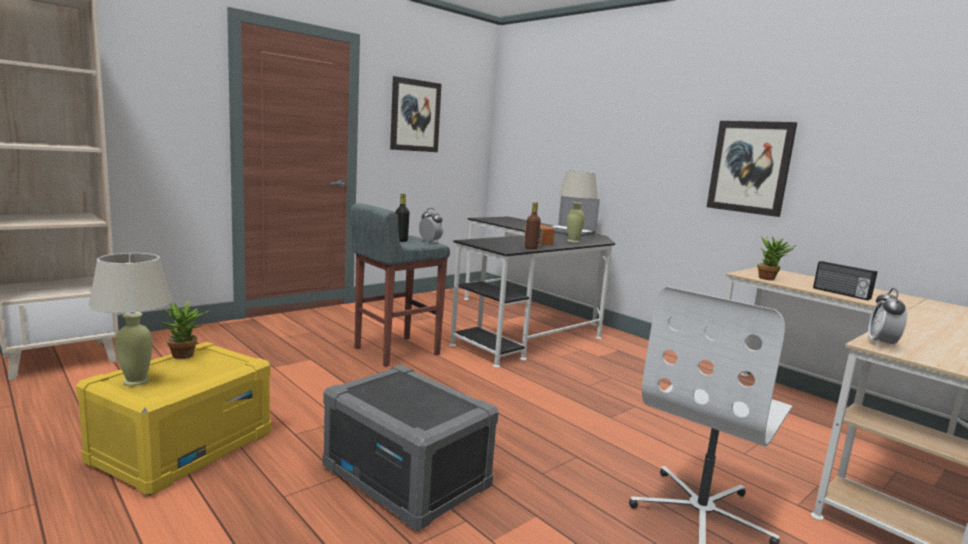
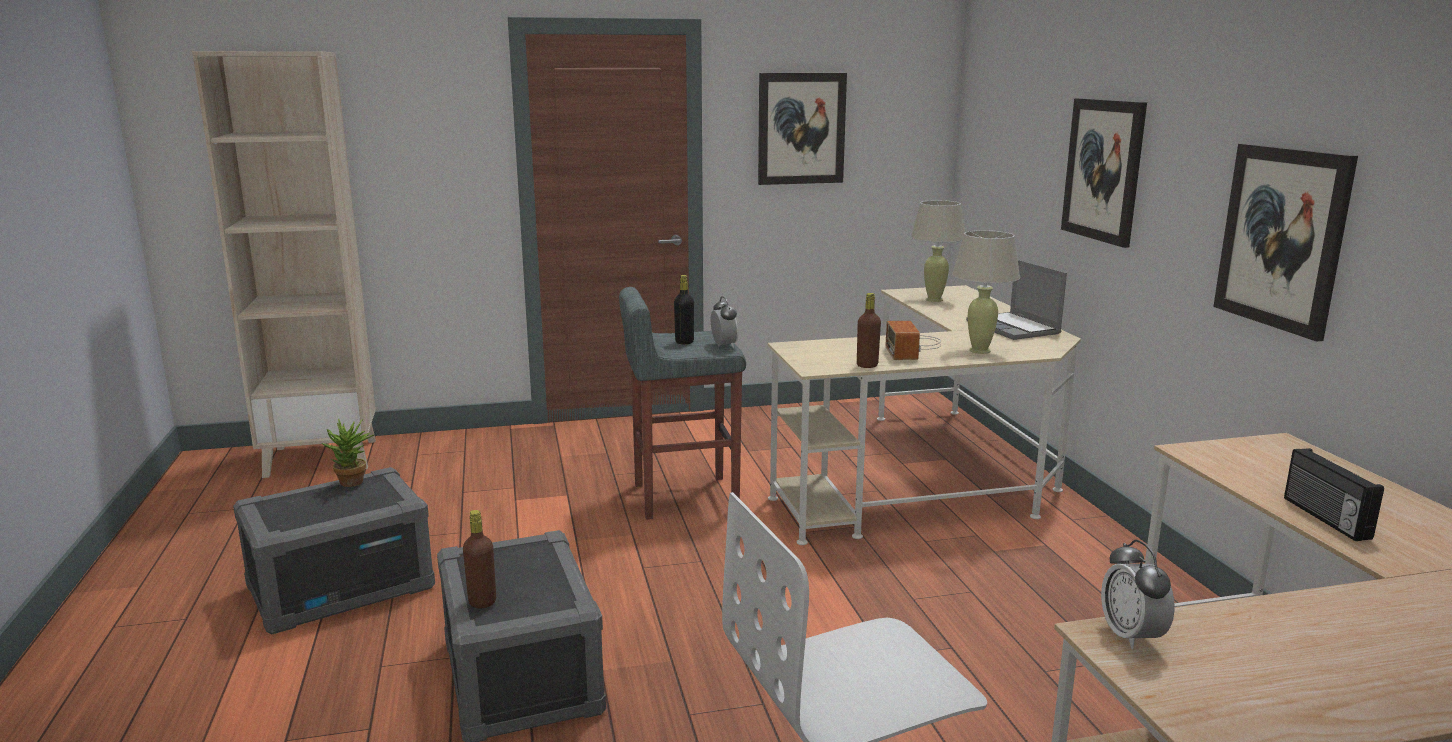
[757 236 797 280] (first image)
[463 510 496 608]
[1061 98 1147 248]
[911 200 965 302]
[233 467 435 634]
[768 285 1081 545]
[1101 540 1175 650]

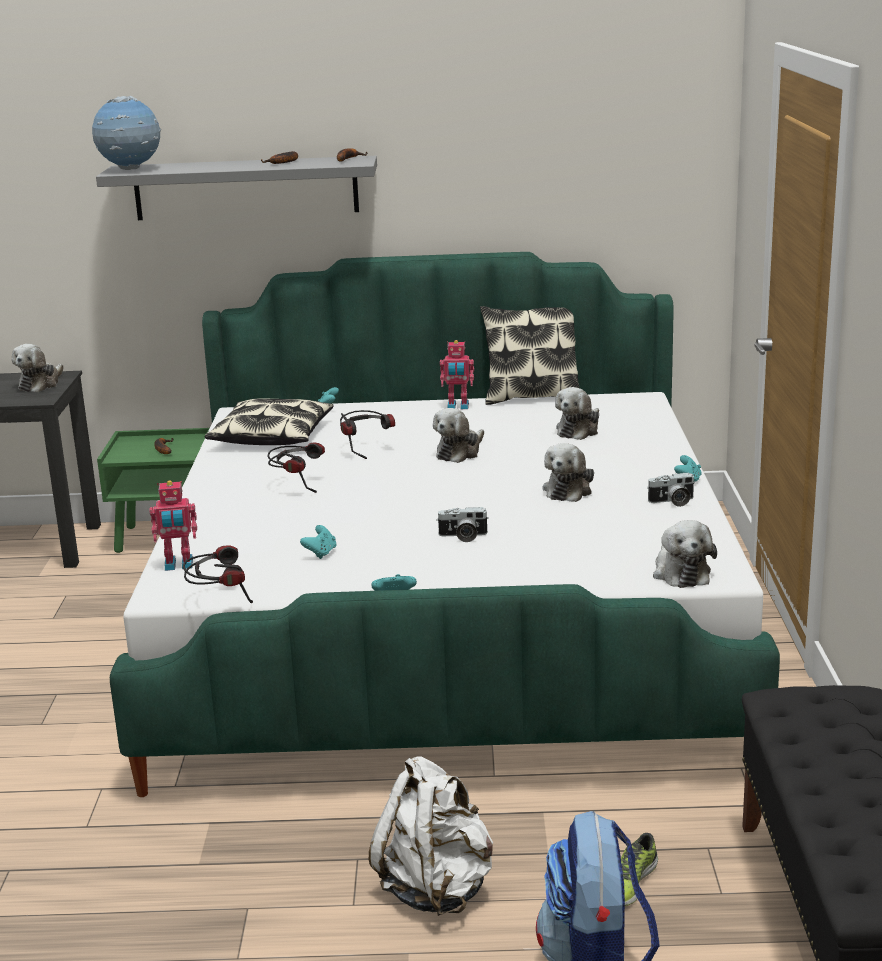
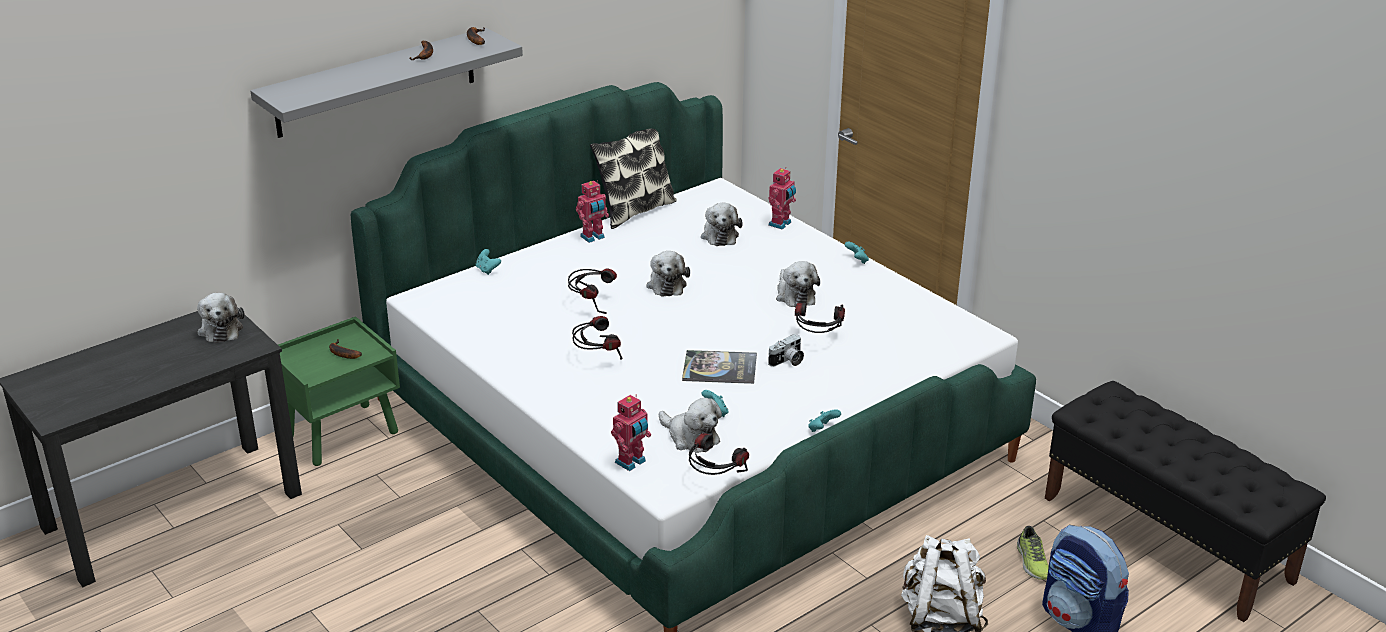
[92 96 161 170] (first image)
[205 398 334 445] (first image)
[648 472 695 507] (first image)
[682 350 757 384]
[768 167 796 230]
[795 303 845 333]
[659 398 722 453]

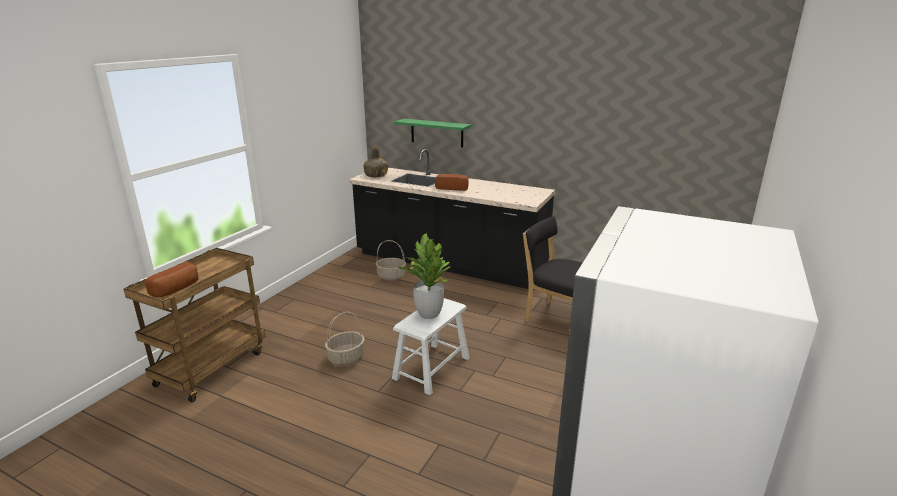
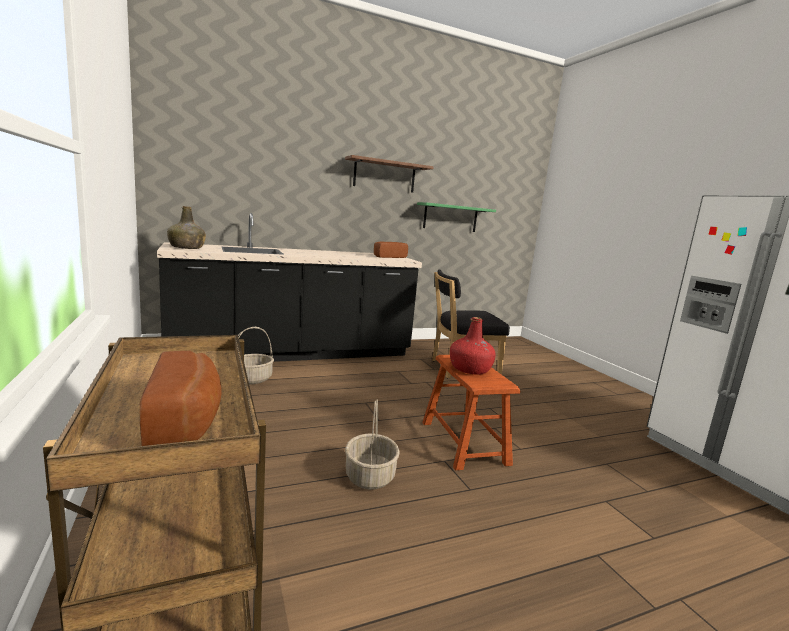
[345 155 434 193]
[417 202 496 232]
[374 242 408 258]
[450 317 496 375]
[422 355 520 470]

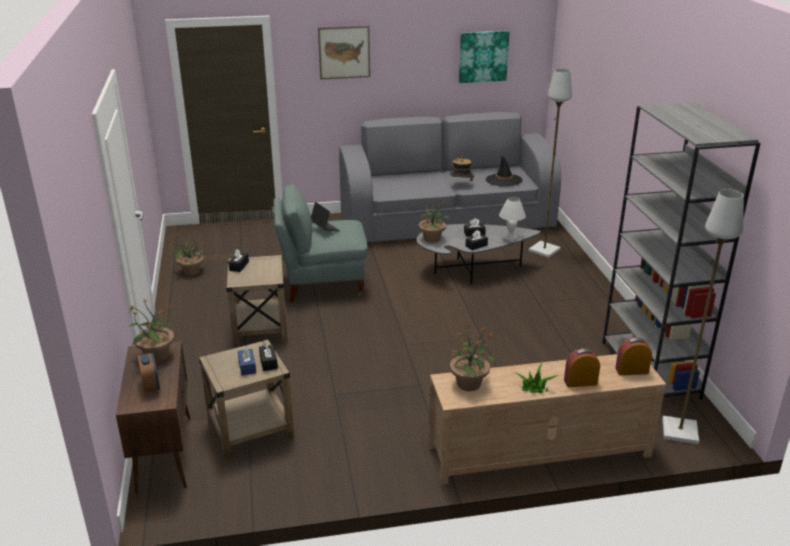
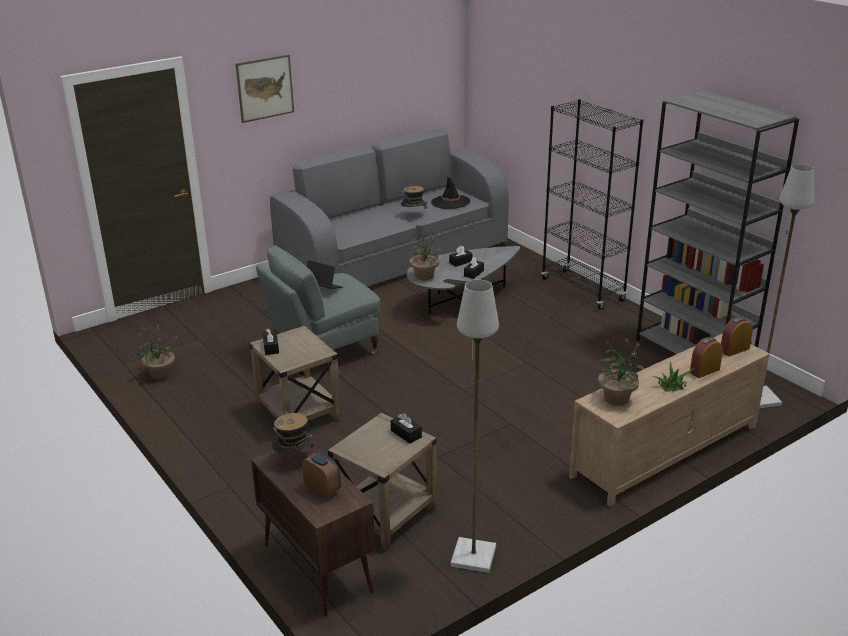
[238 346 256 375] (first image)
[459 31 510 83] (first image)
[499 197 526 242] (first image)
[541 99 643 310]
[451 280 499 573]
[271 410 315 453]

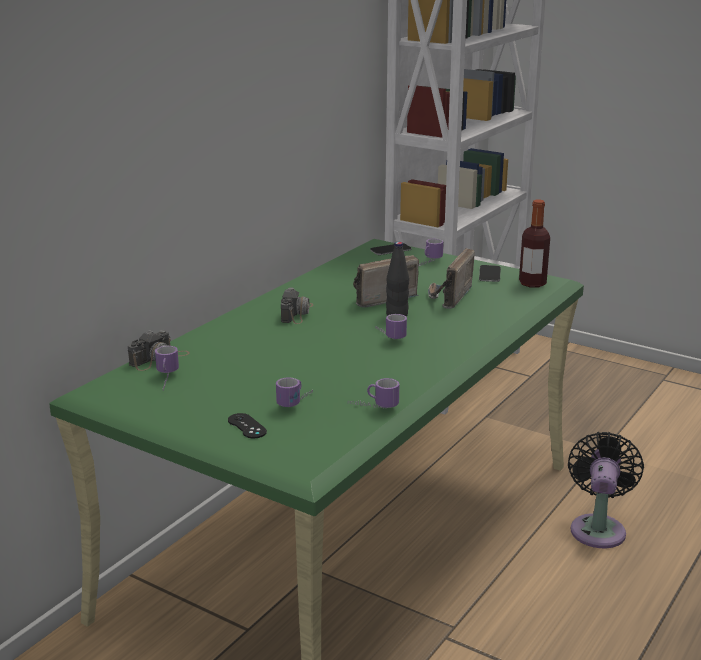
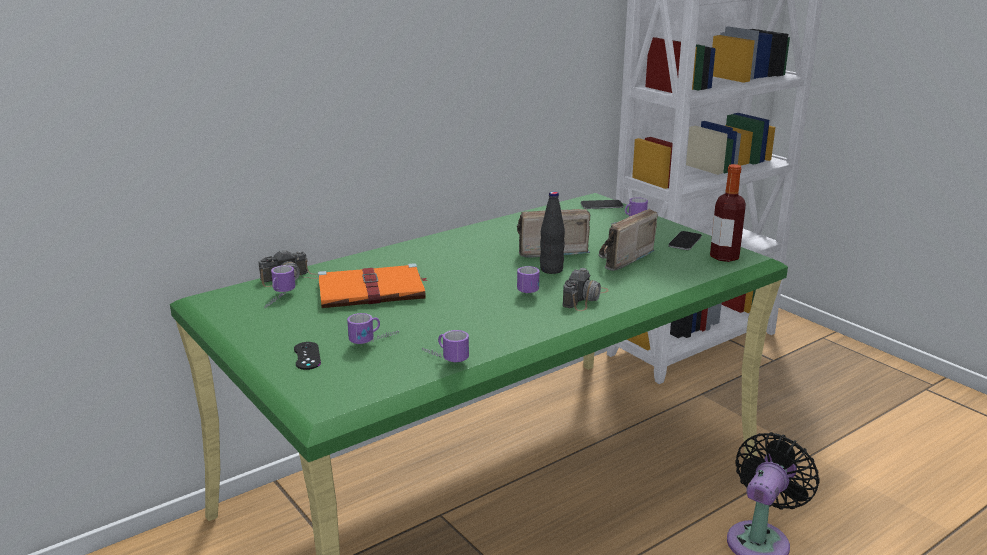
[318 263 428 308]
[563 268 609 311]

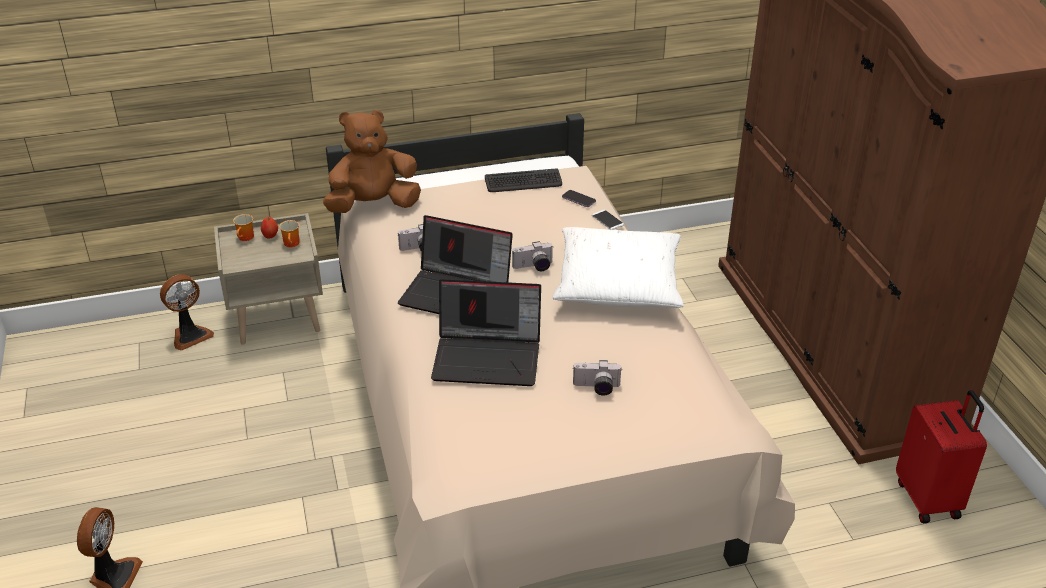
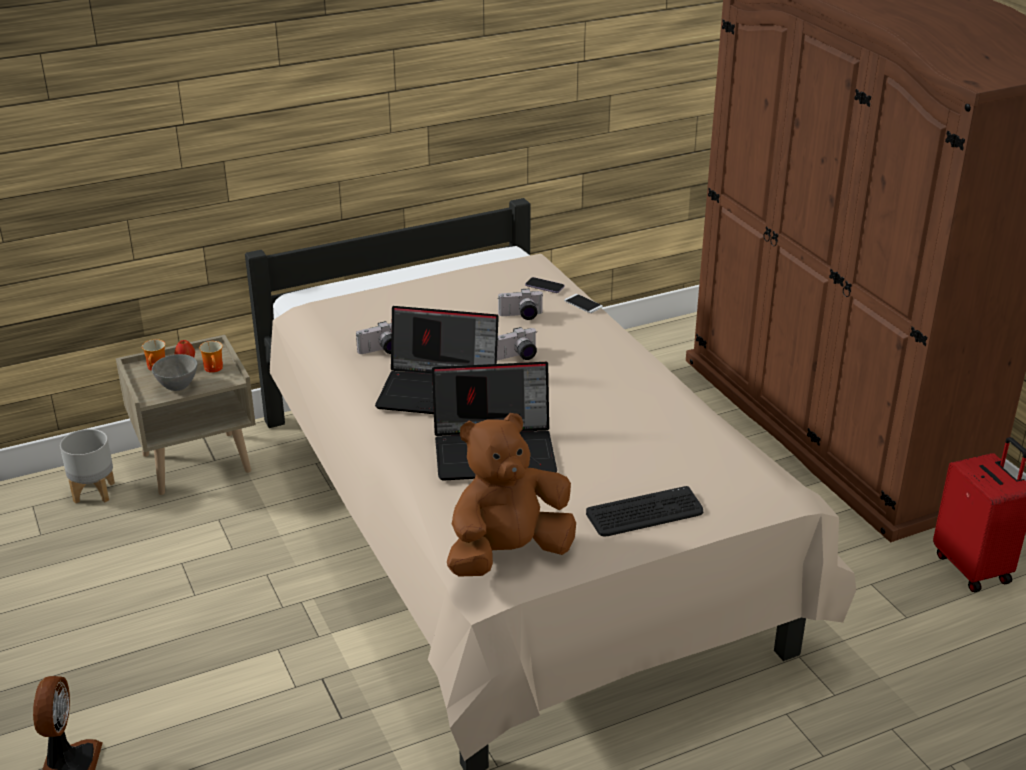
[552 227 684 308] (first image)
[152 354 198 391]
[447 413 576 577]
[586 486 703 537]
[498 289 543 320]
[60 429 115 504]

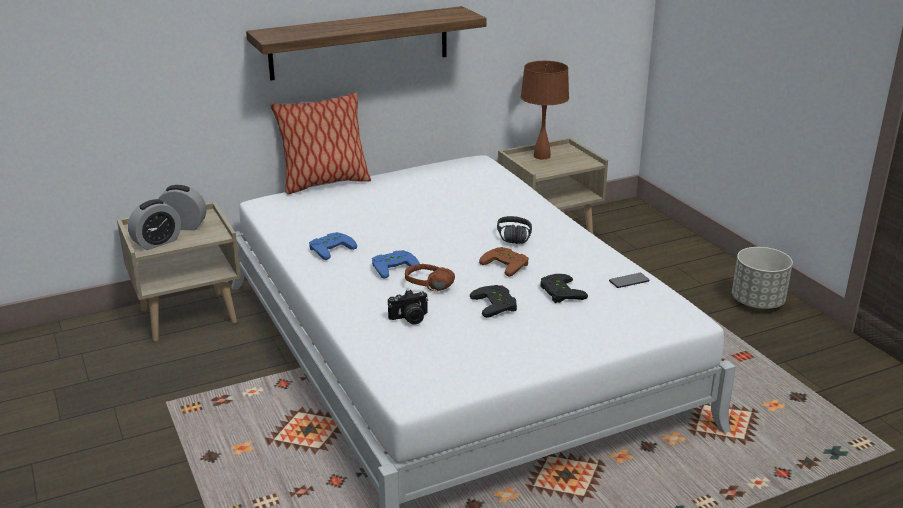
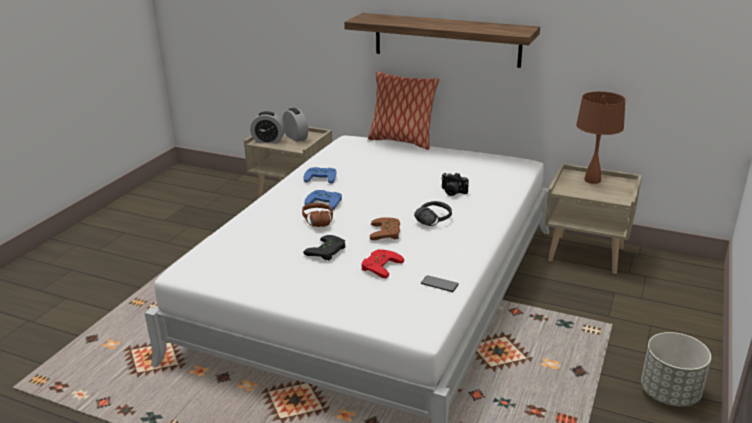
[441 173 469 196]
[362 249 404 278]

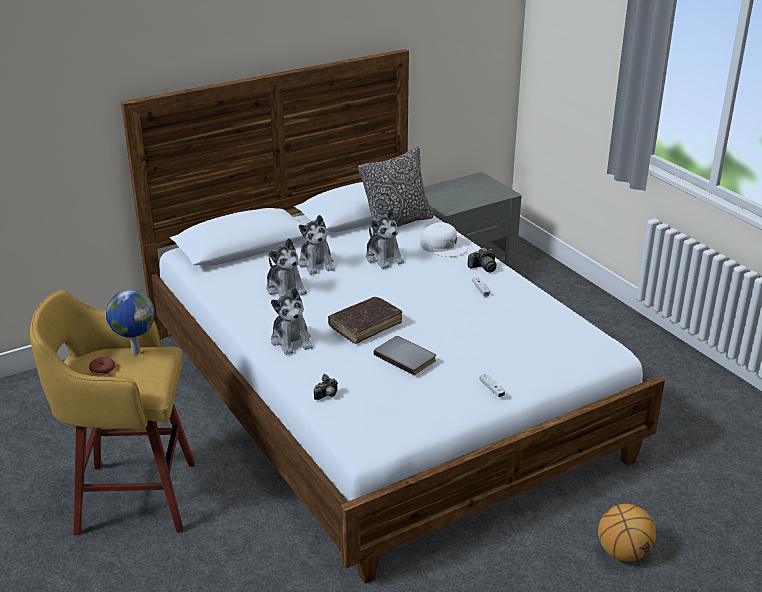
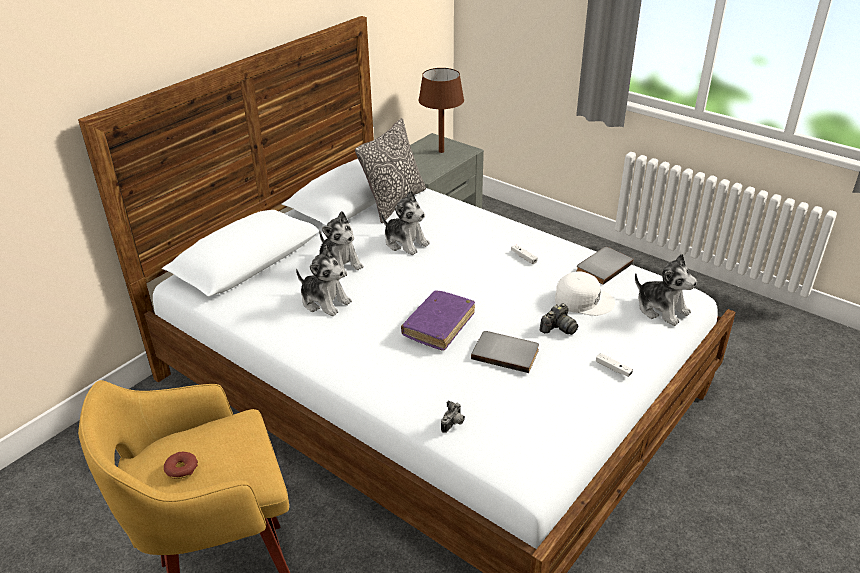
[106 290 155 354] (first image)
[598 504 656 562] (first image)
[418 68 464 153]
[576 247 634 285]
[635 254 697 326]
[555 271 615 316]
[540 303 578 335]
[401 290 475 351]

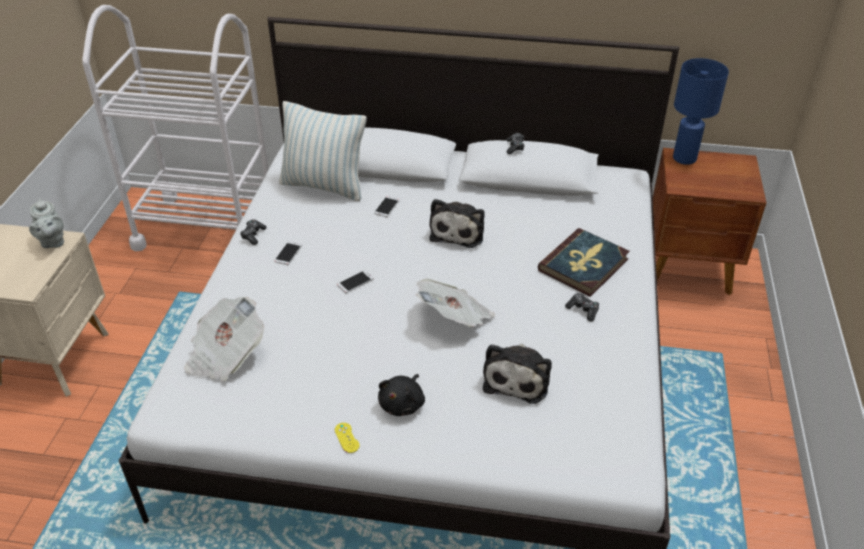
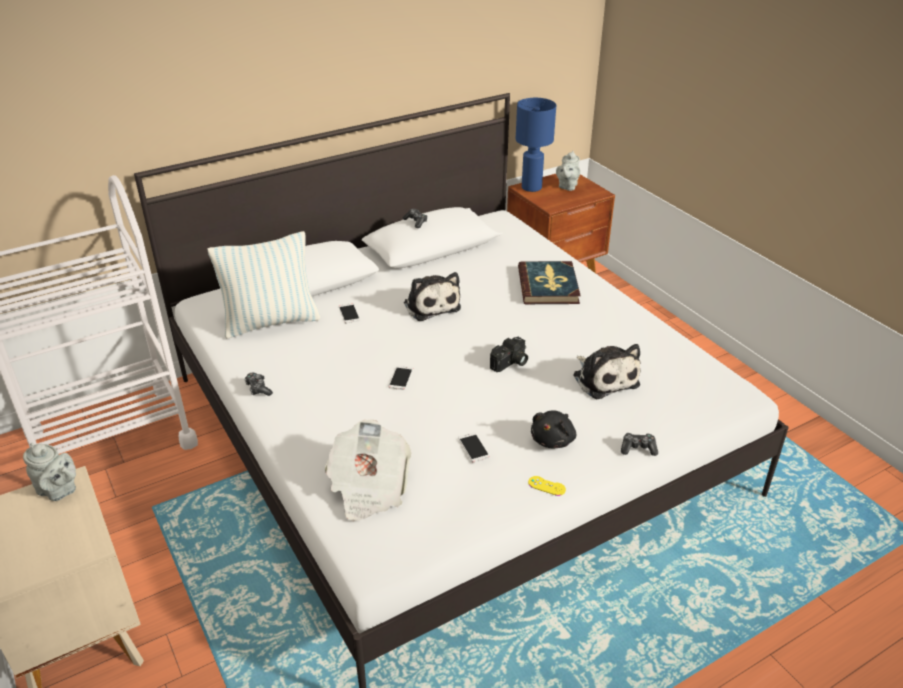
[556 151 581 191]
[458 433 490 463]
[621 433 658 456]
[490 337 528 372]
[531 411 576 448]

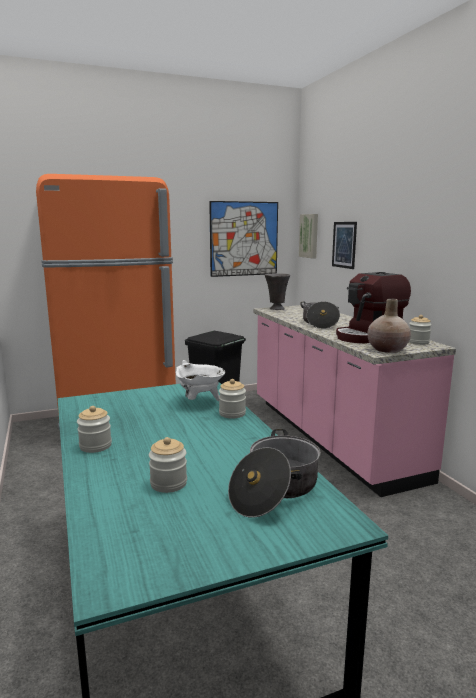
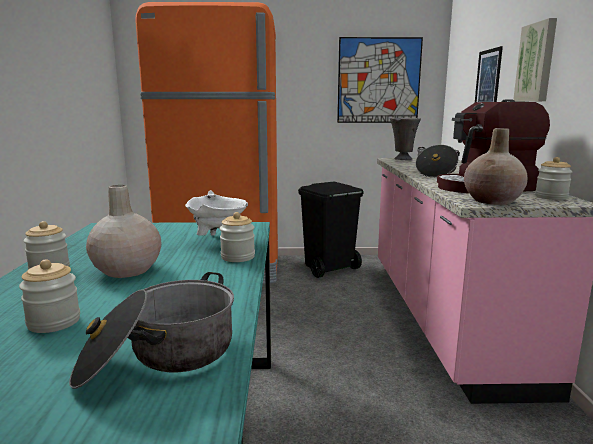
[86 185 162 278]
[513 18 557 102]

